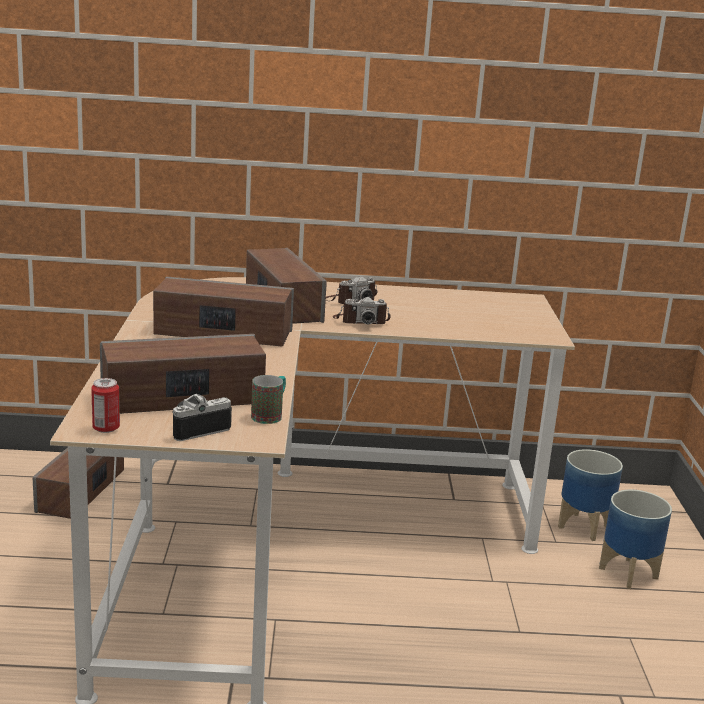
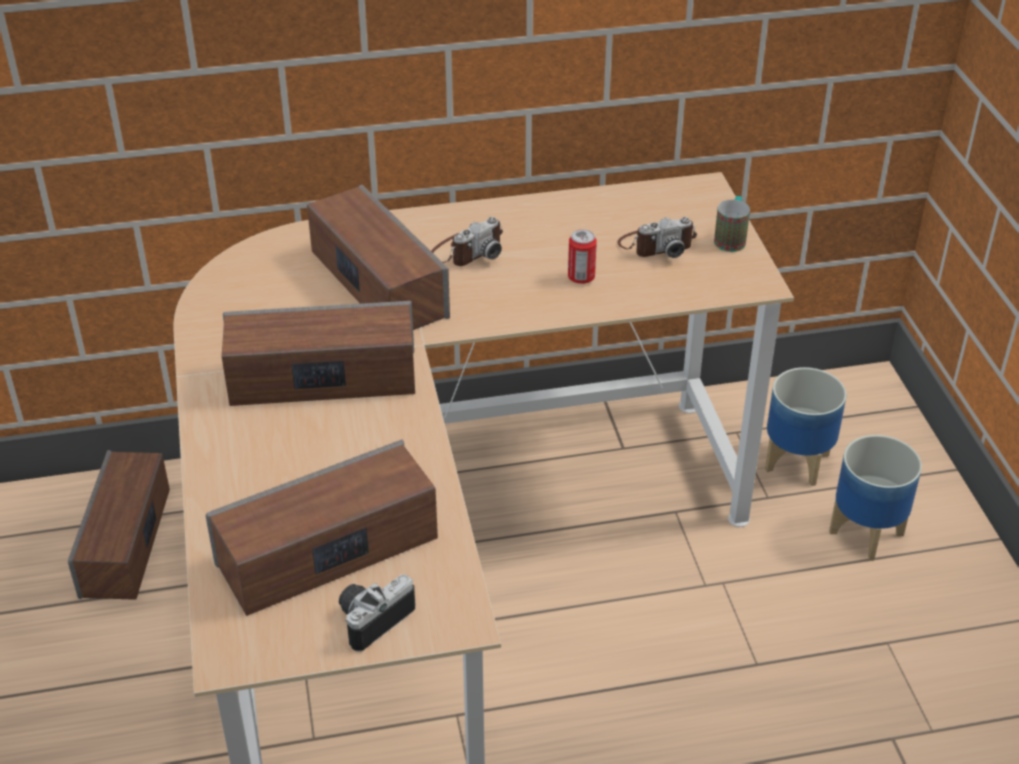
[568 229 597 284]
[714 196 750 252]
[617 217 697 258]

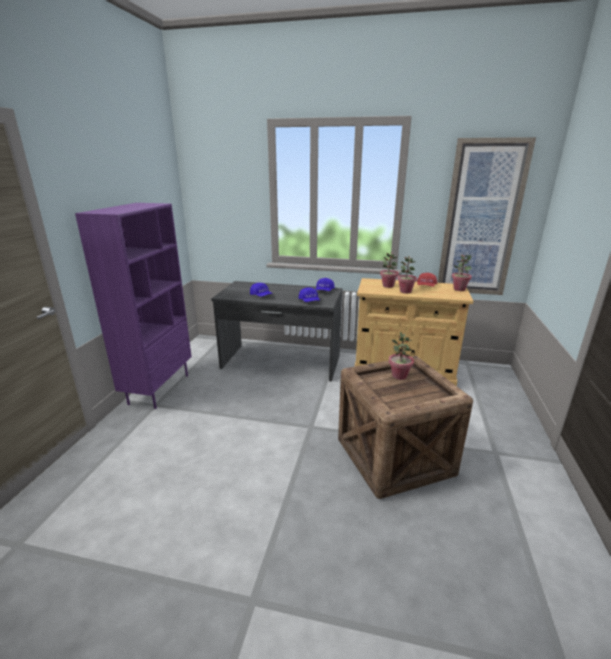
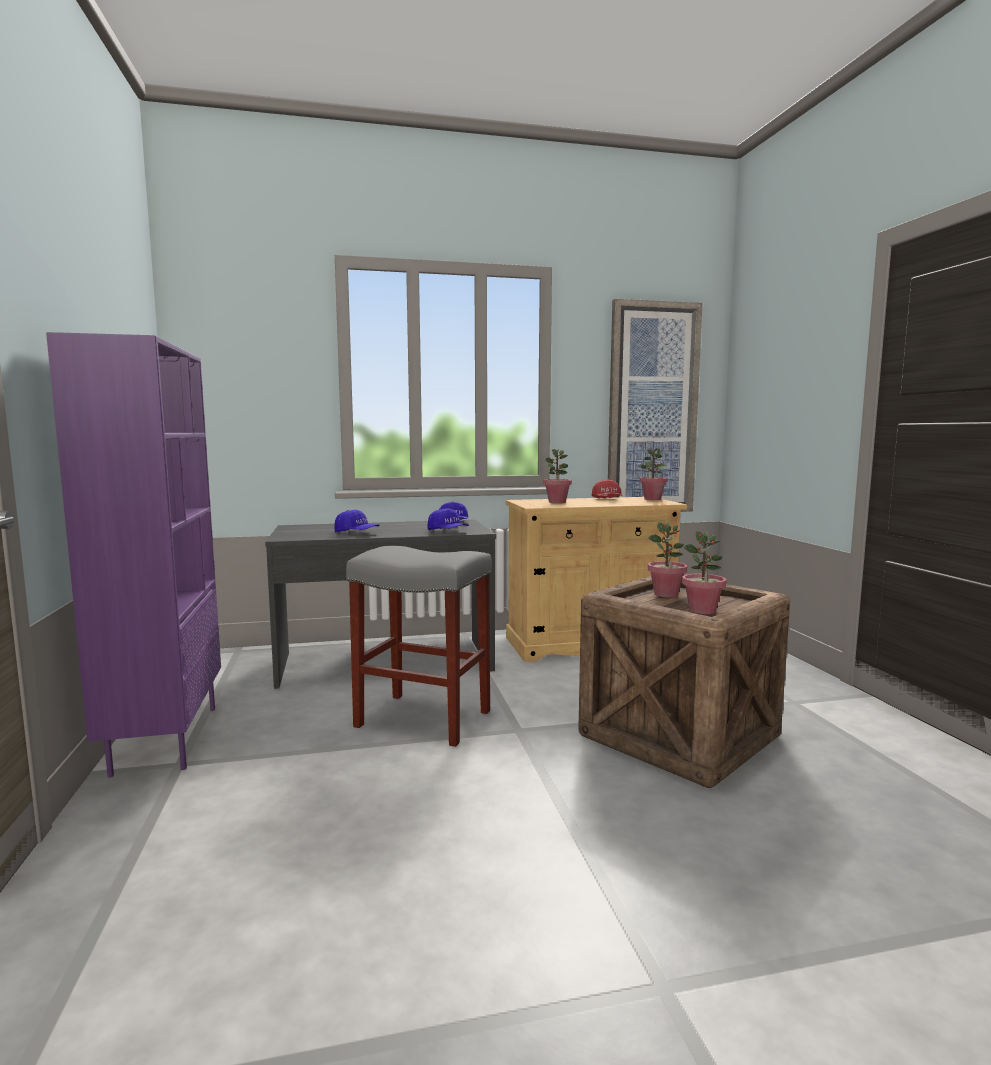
[346 546 492 747]
[682 531 726 614]

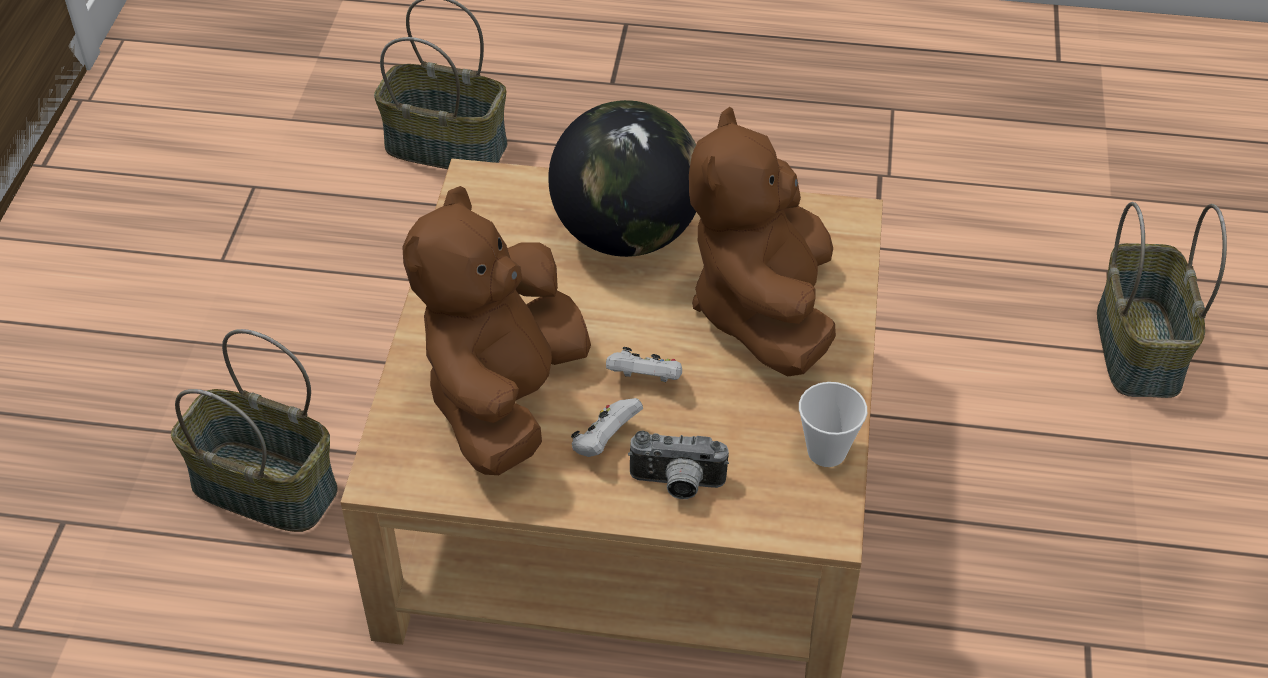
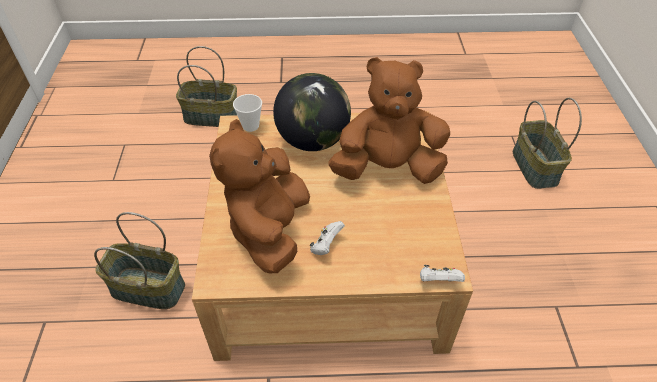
[628 431 729 499] (first image)
[420 265 465 282]
[233 94 262 132]
[329 57 450 184]

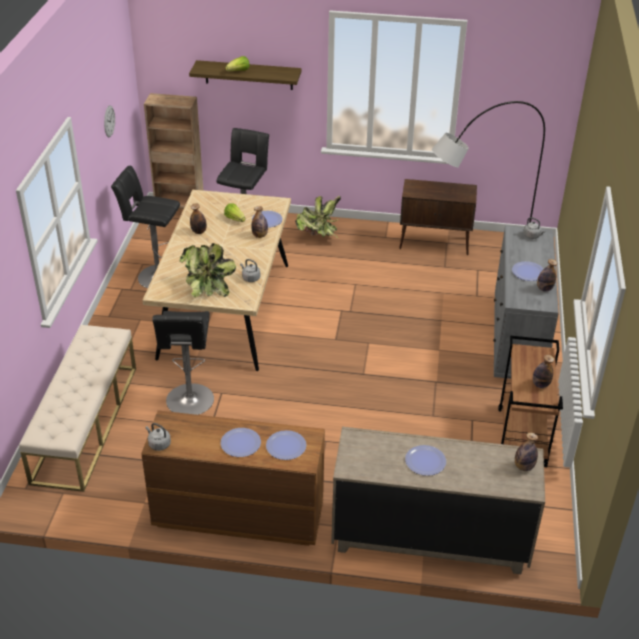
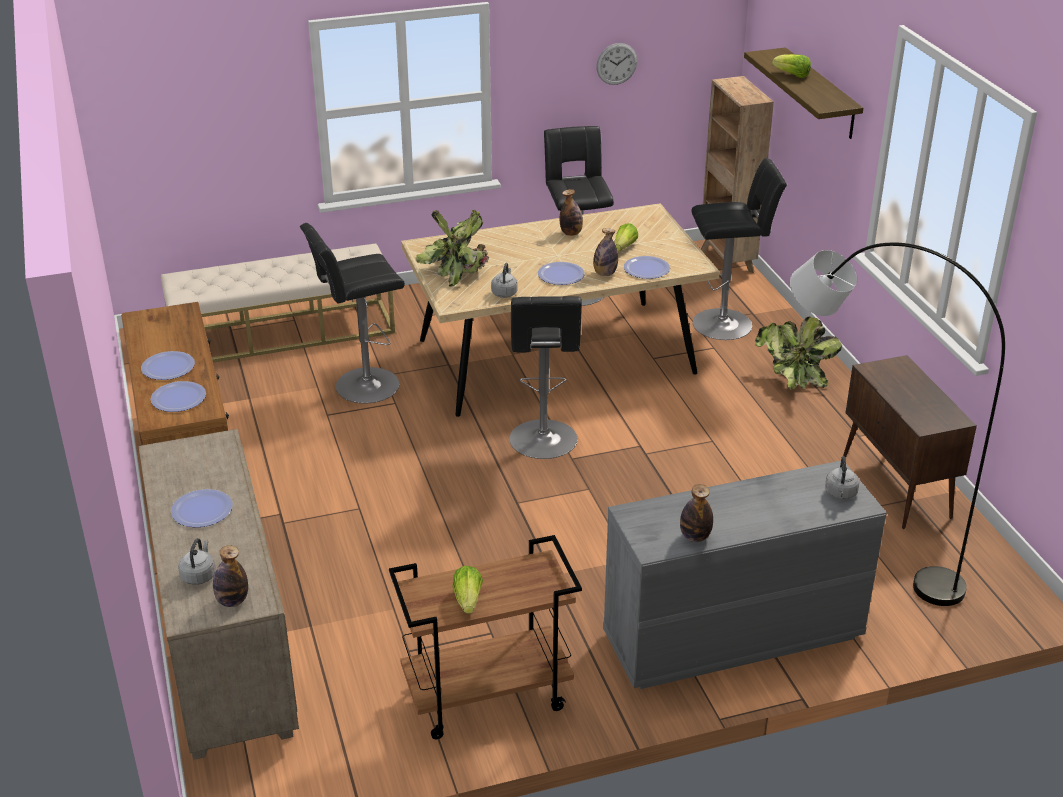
[509 296 582 459]
[178 538 216 585]
[538 262 585 285]
[452 566 483 614]

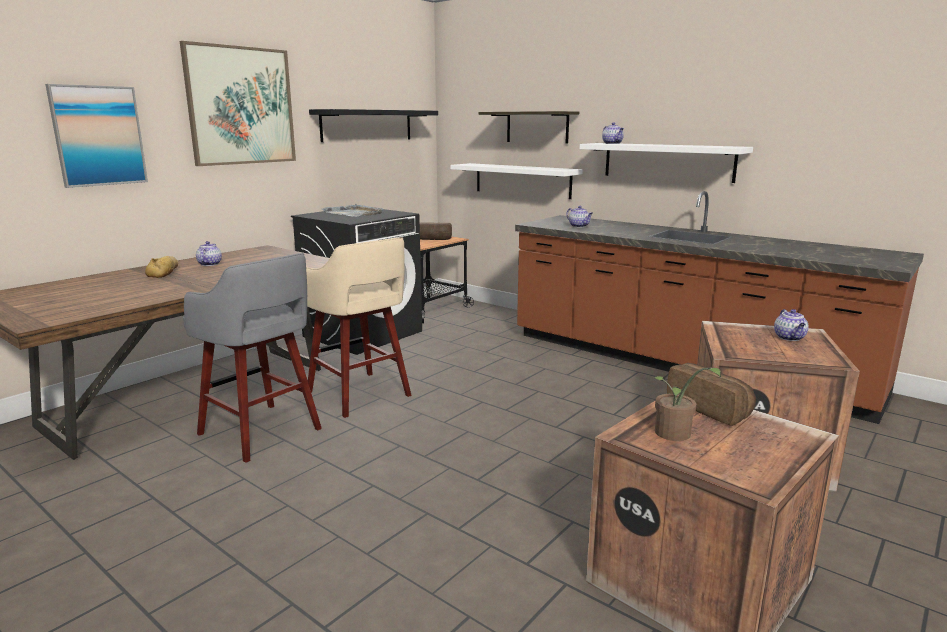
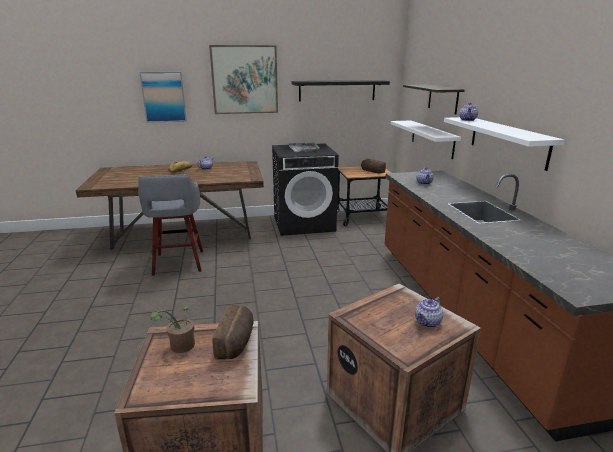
[306 237 411 418] (first image)

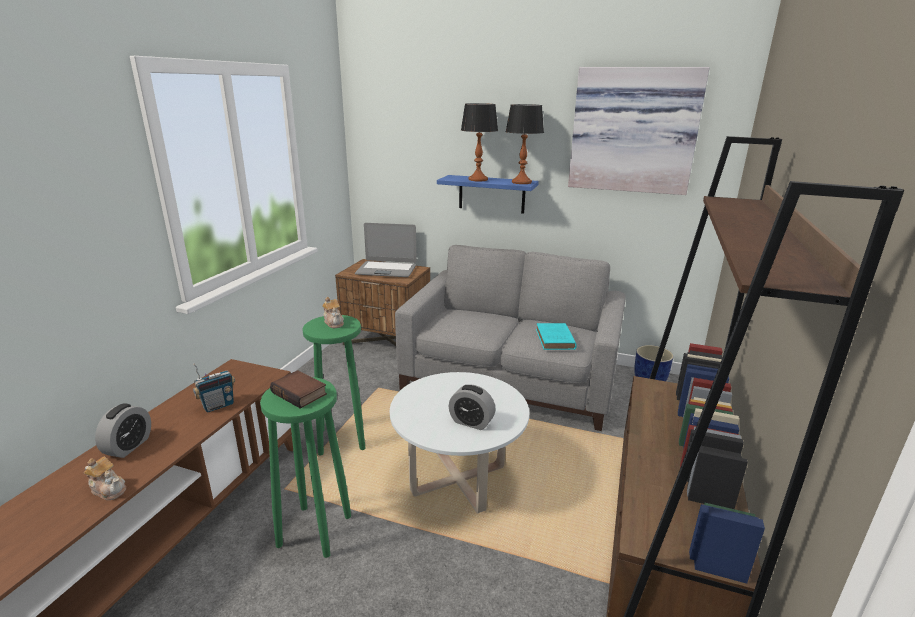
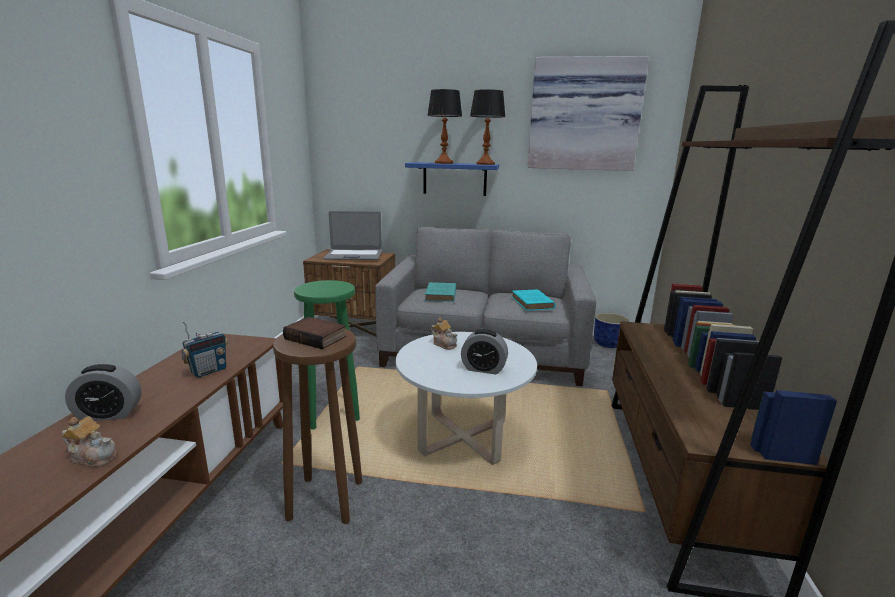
[425 282 456 302]
[431 317 458 350]
[273 328 362 524]
[65 364 141 421]

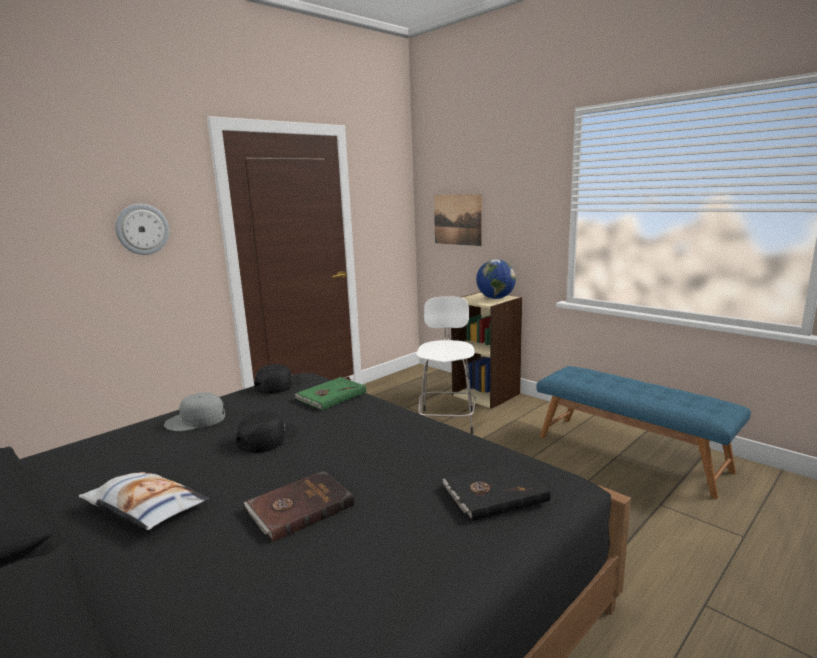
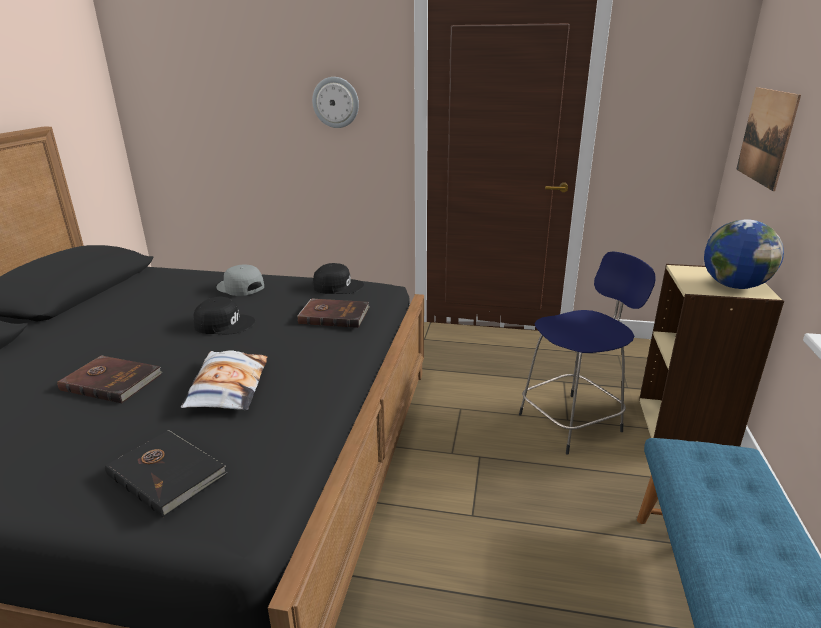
[181 350 267 410]
[297 299 370 328]
[519 251 656 454]

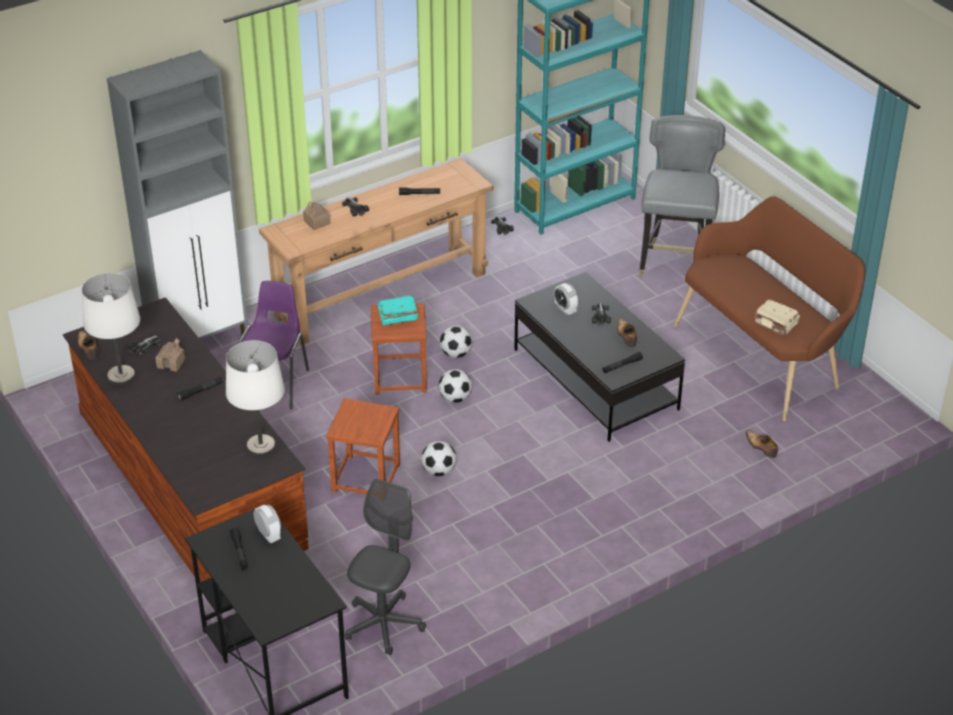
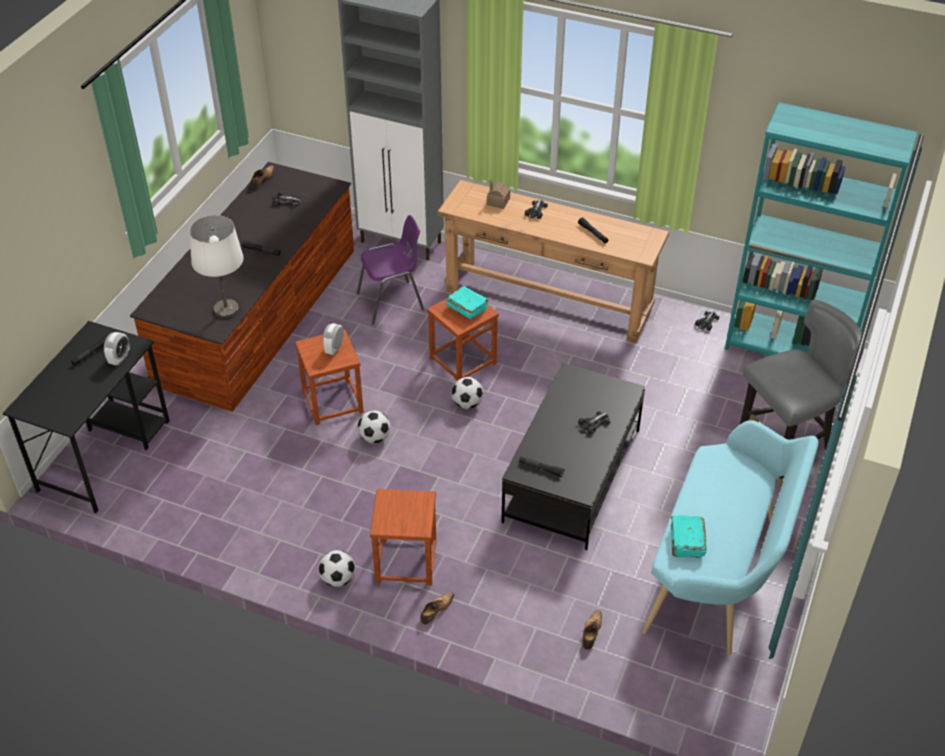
[82 273 140 385] (first image)
[156 338 185 372] (first image)
[345 479 426 655] (first image)
[370 489 436 586]
[319 550 355 587]
[323 323 344 355]
[420 592 454 624]
[642 420 818 655]
[671 515 707 558]

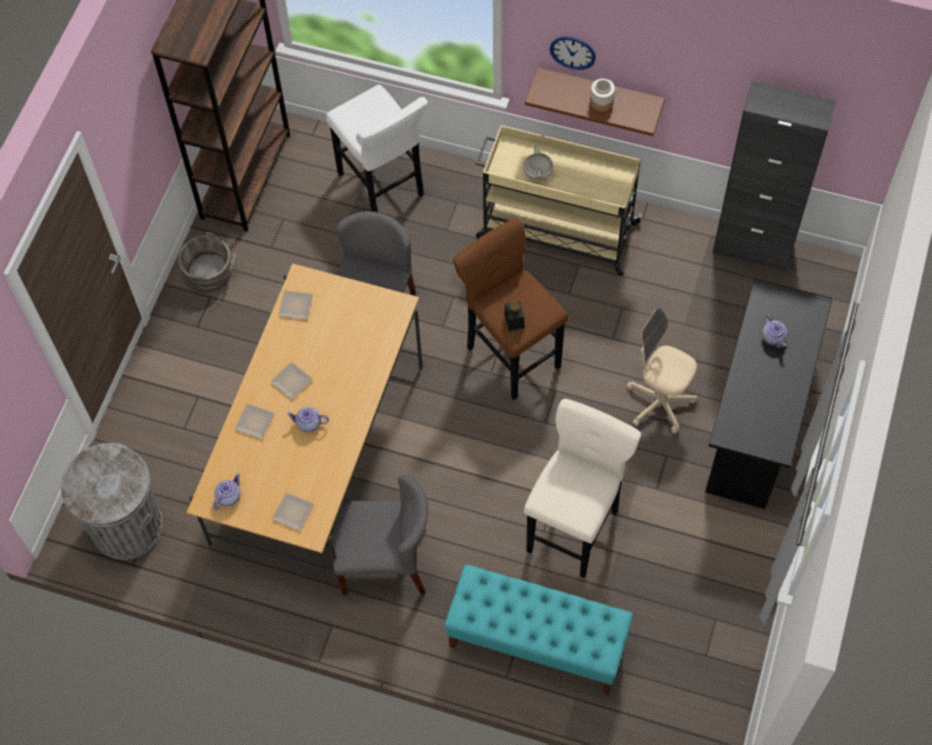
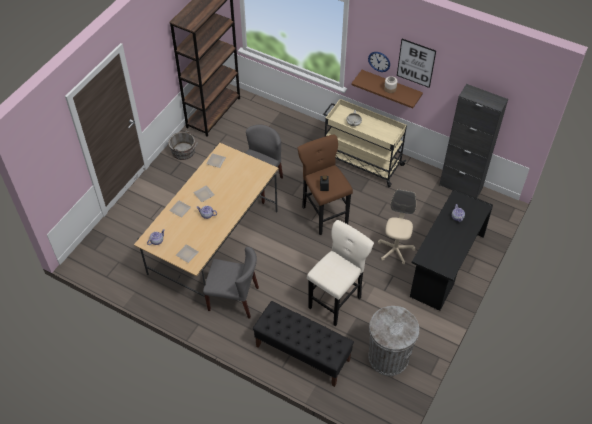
[326 84 428 212] (first image)
[397 39 436 88]
[368 306 419 376]
[253 301 354 387]
[378 189 416 264]

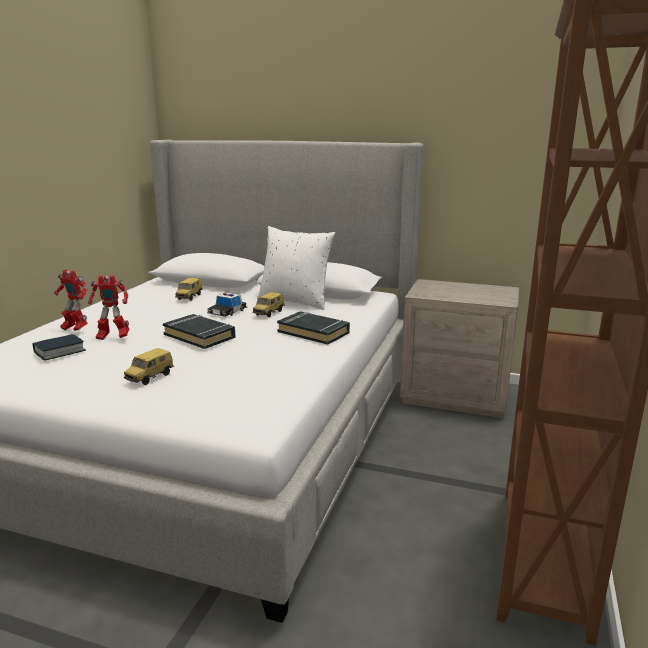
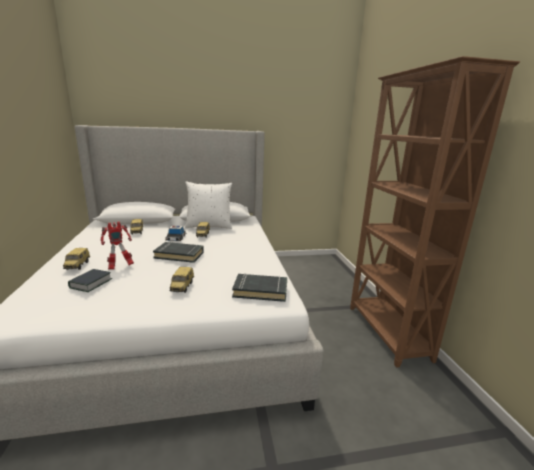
[400 279 519 418] (first image)
[232 273 287 302]
[63 248 90 270]

